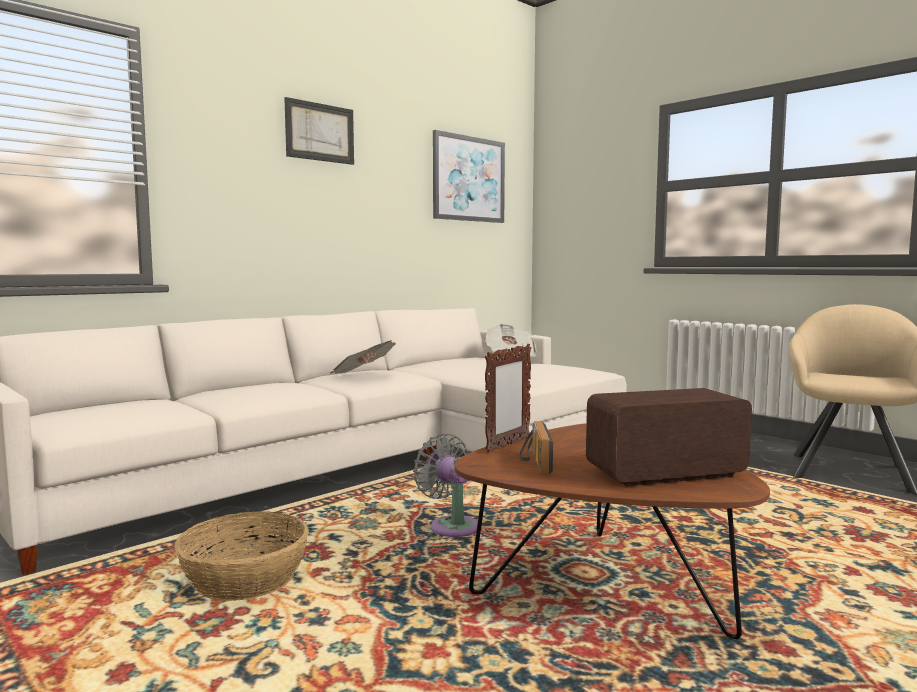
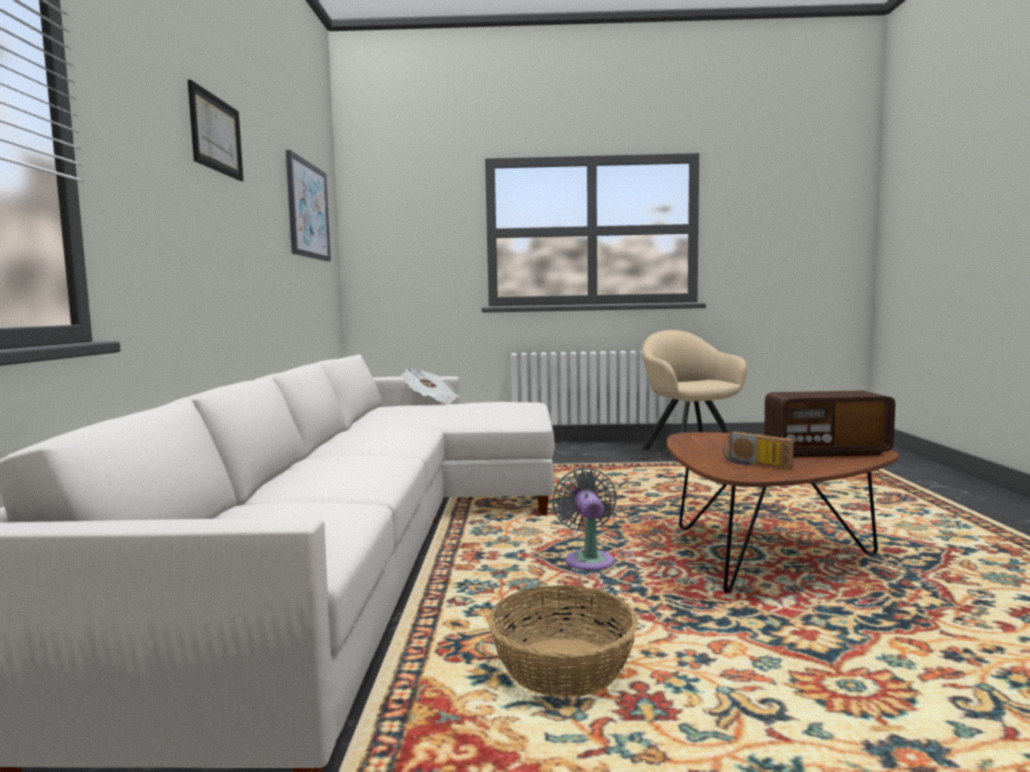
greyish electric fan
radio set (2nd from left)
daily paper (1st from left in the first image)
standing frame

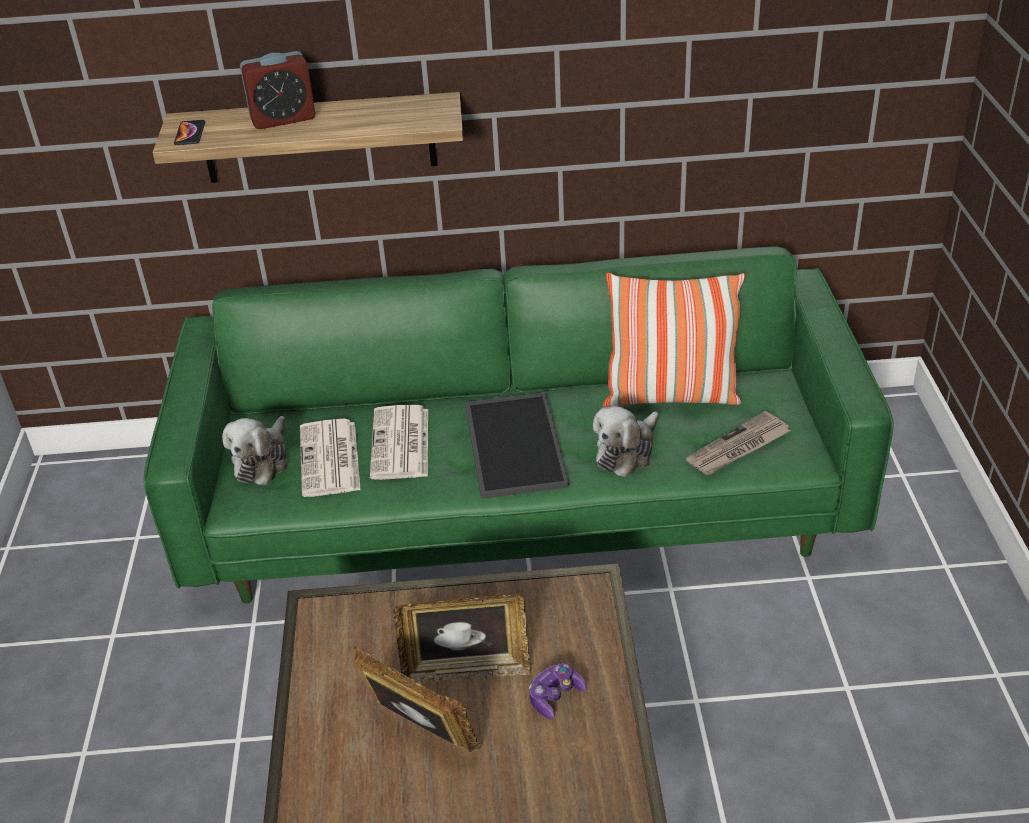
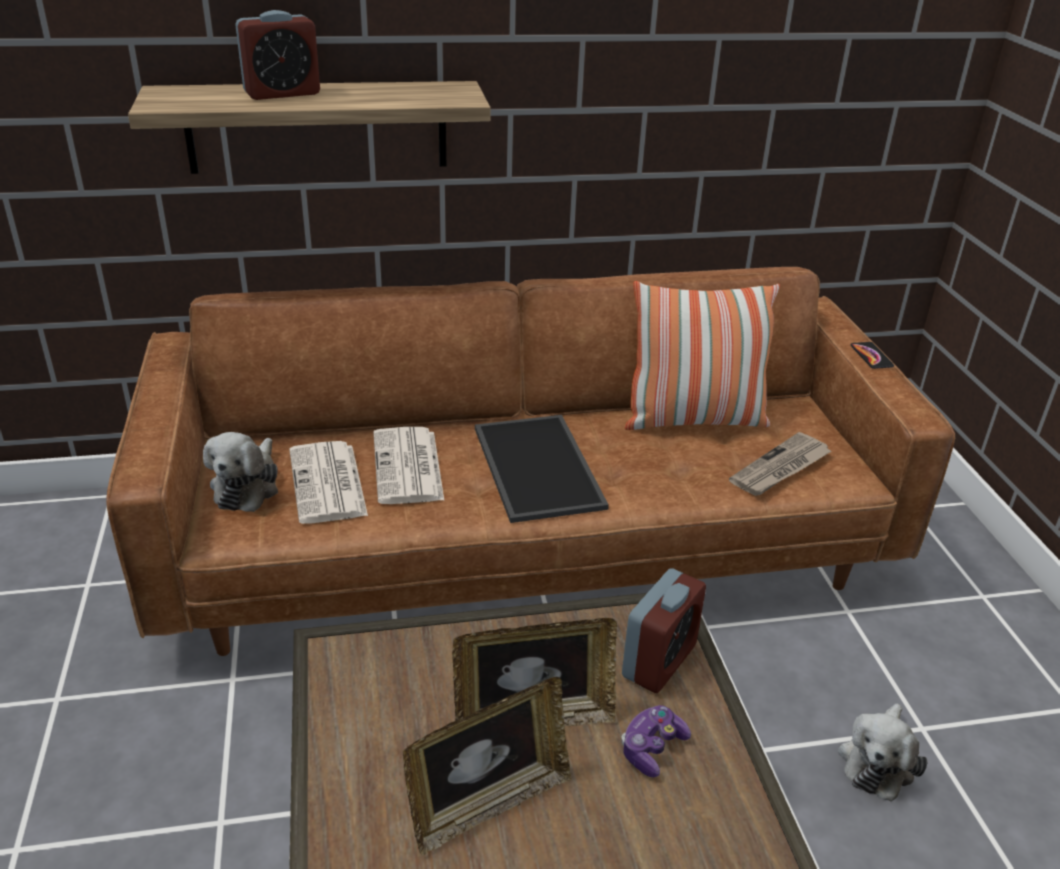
brownish couch
standing frame (1st from left)
alarm clock (2nd from left)
plush toy (2nd from left)
telephone

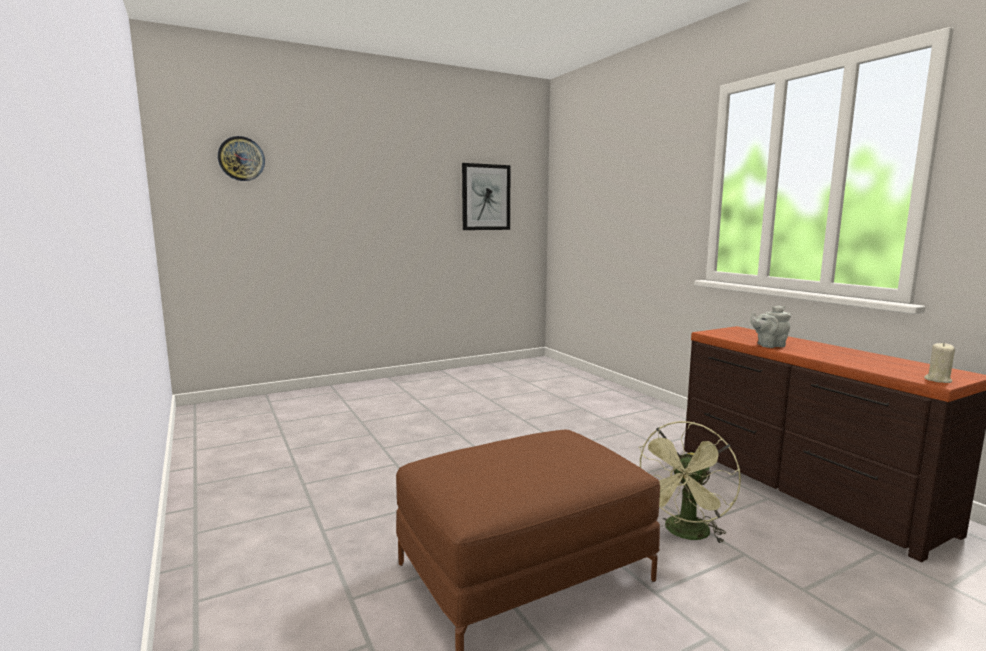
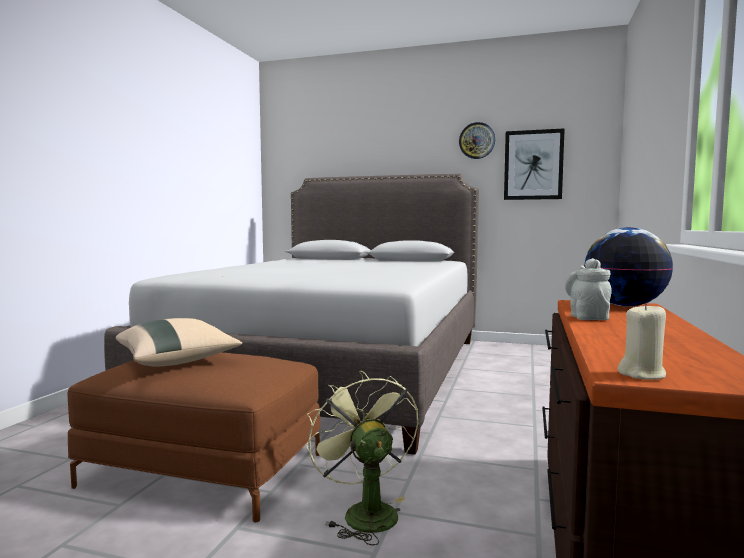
greyish sleeping bed
beige cushion
green electric fan
hanging clock
greyish tea pot
world globe

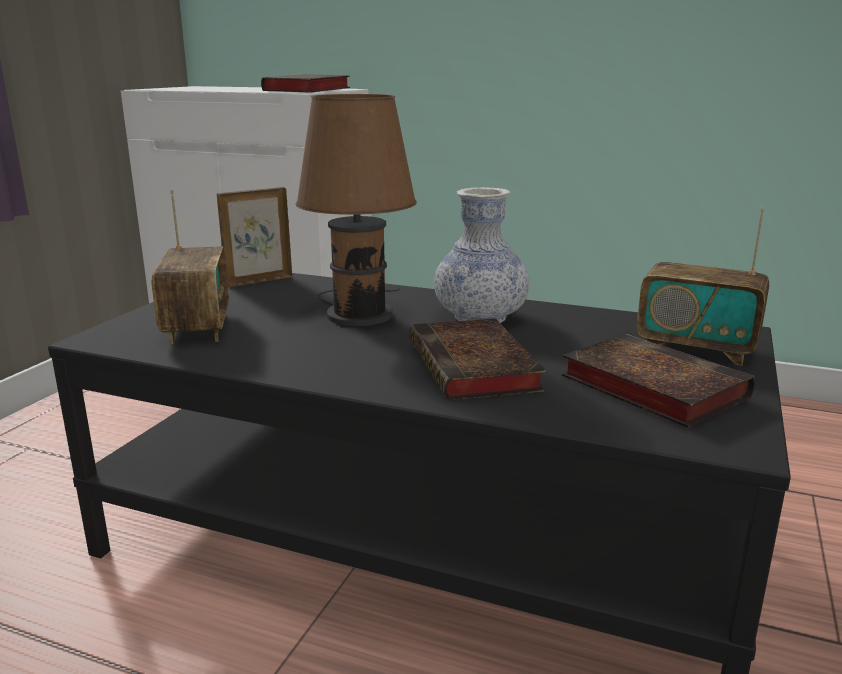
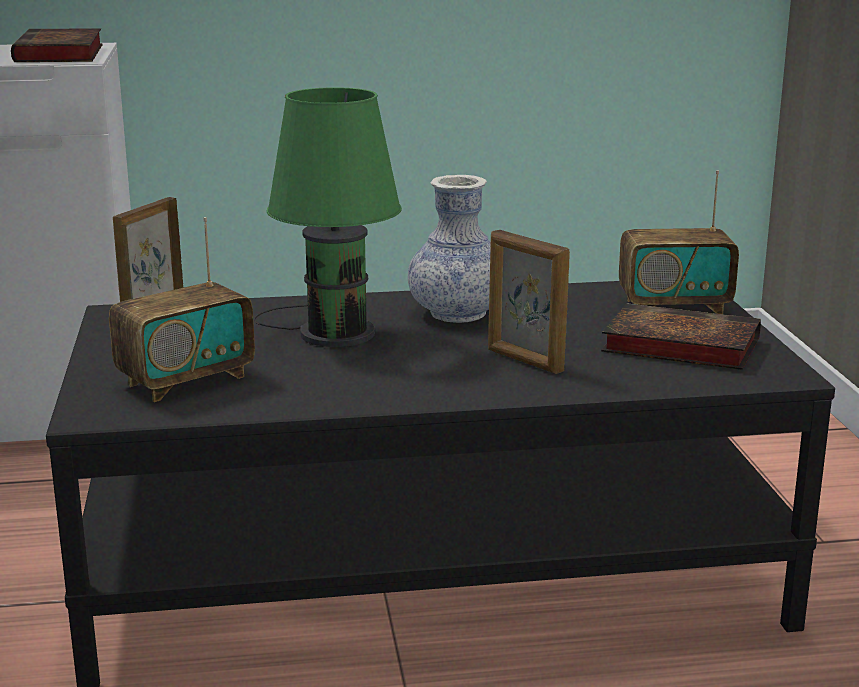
radio set (1st from left)
green tabletop lamp
standing frame (2nd from left)

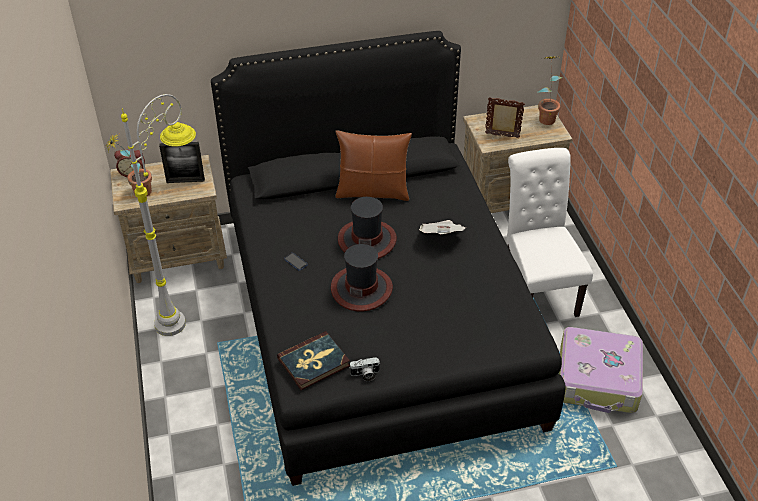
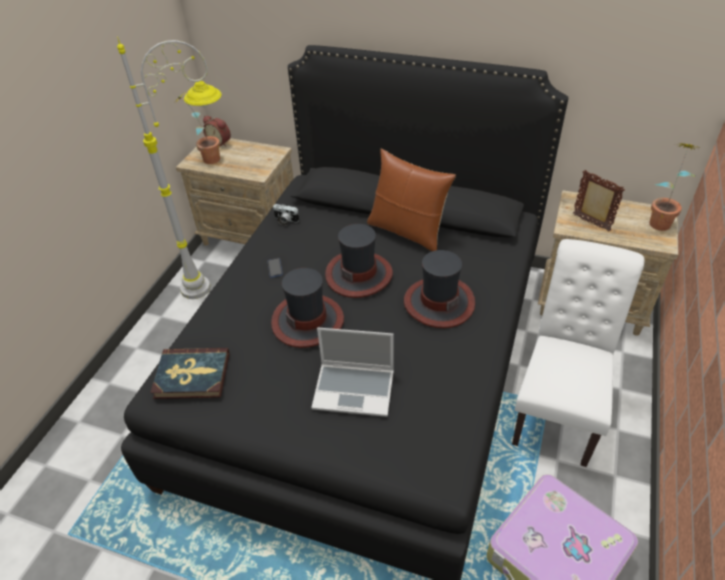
photo camera
notebook computer
wearable hat (3rd from left)
standing frame (1st from left in the first image)

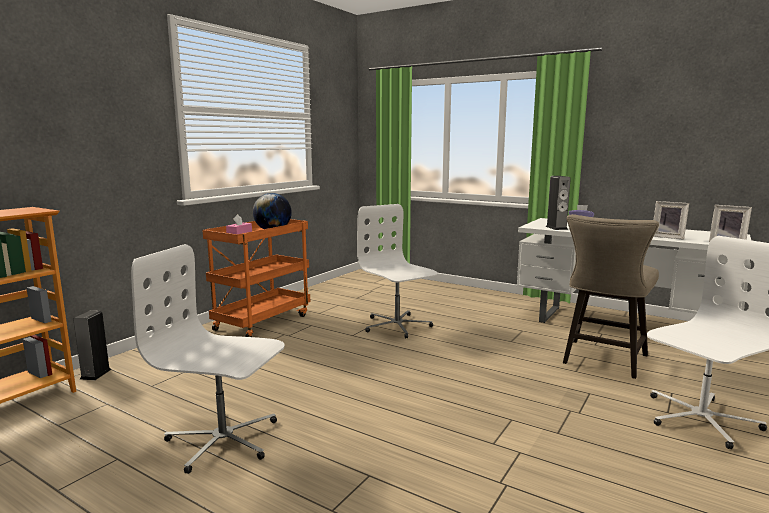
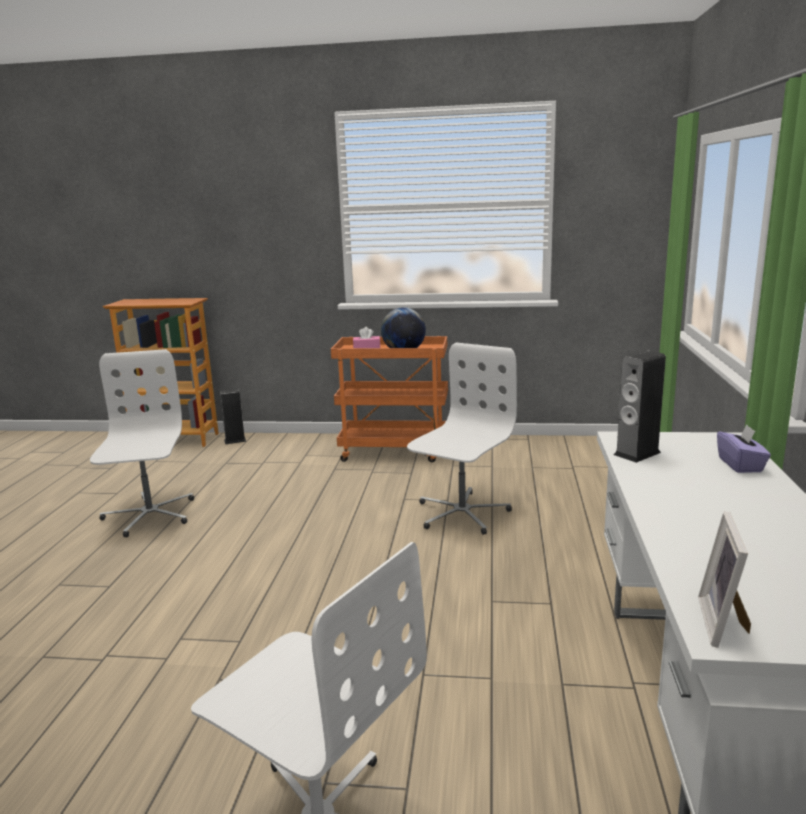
beige sitting stool
standing frame (1st from left in the first image)

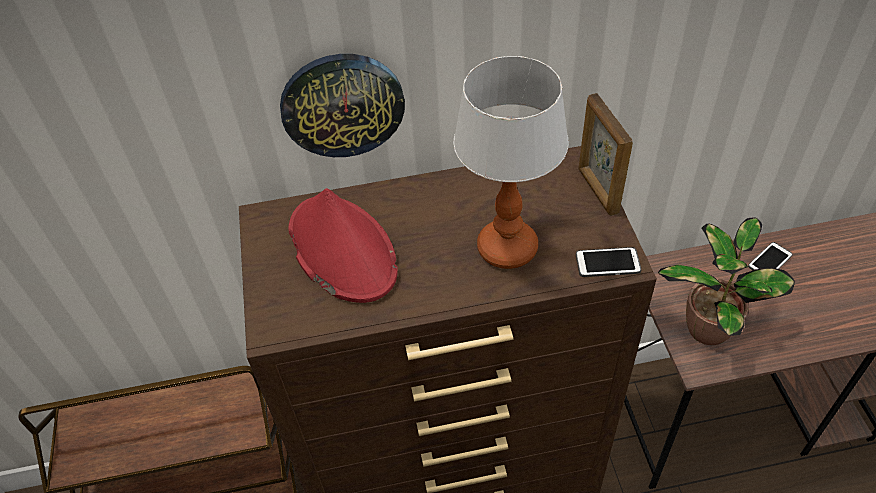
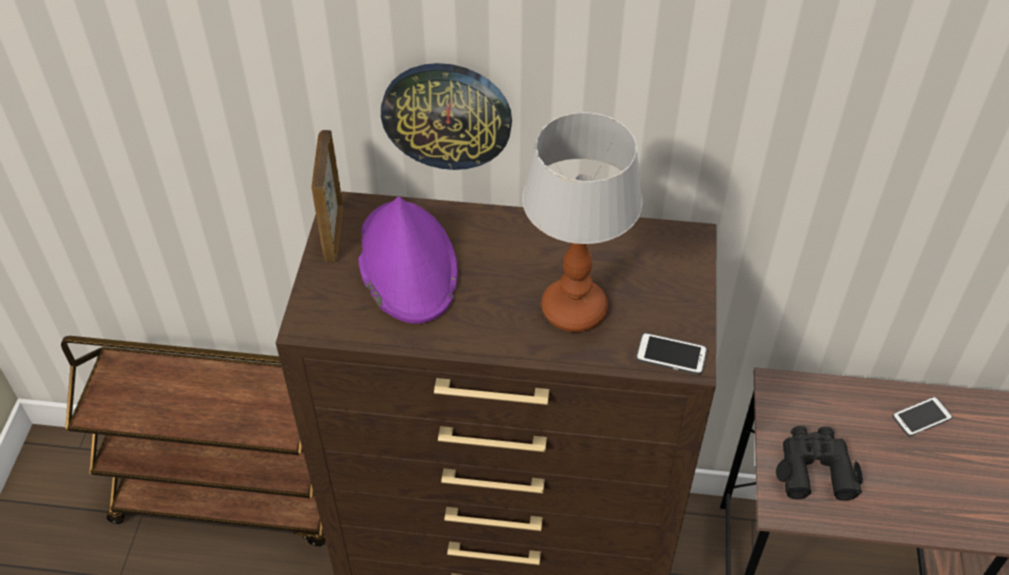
standing frame
purple-coloured wearable hat
blackish binoculars

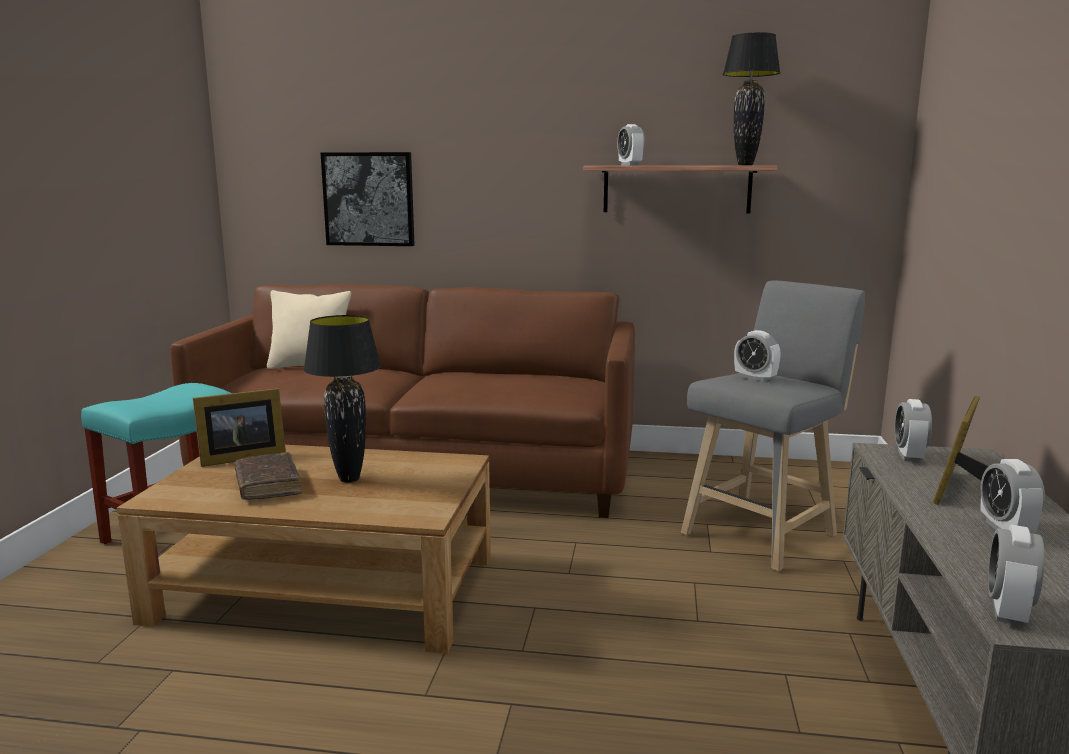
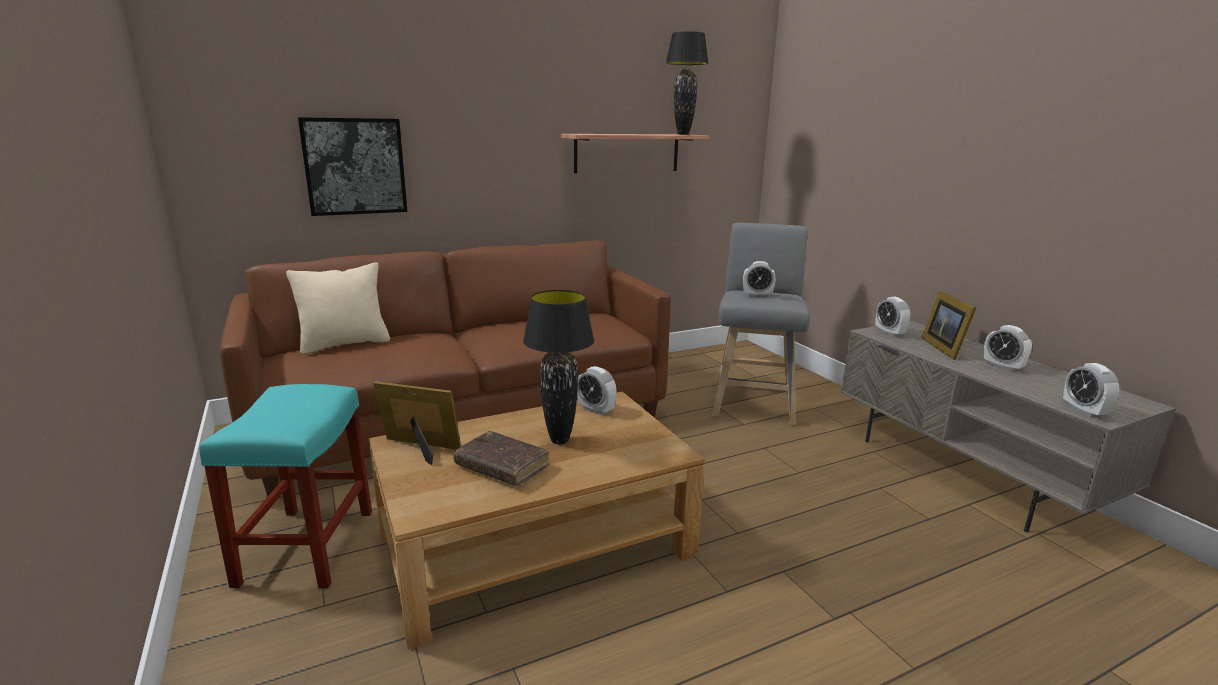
standing frame (1st from left)
alarm clock (1st from left)

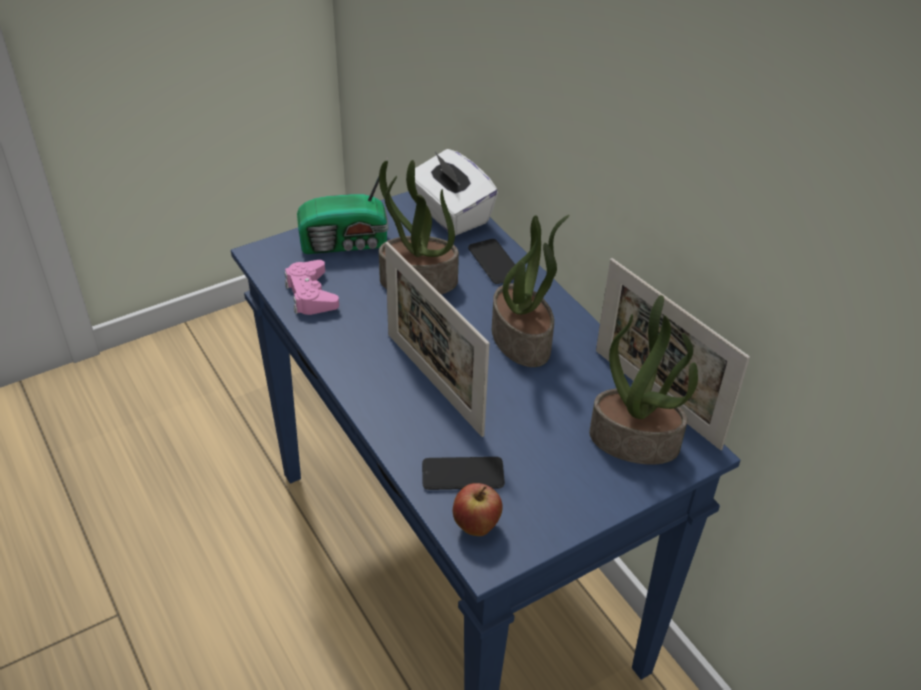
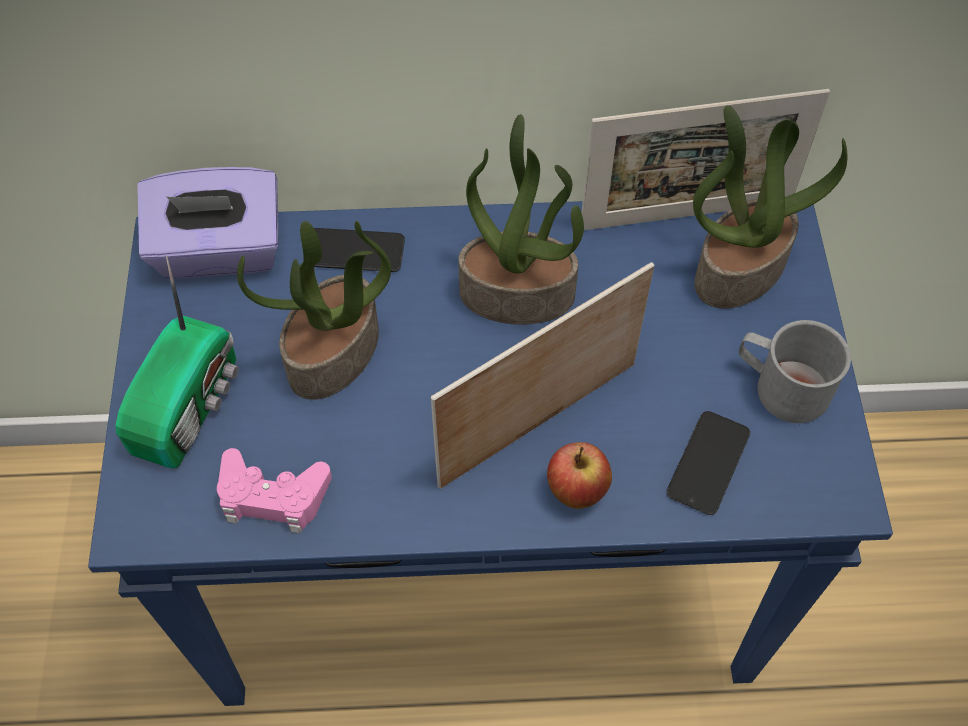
purple-coloured tissue holder
standing frame (1st from left)
whole apple
greyish mug

